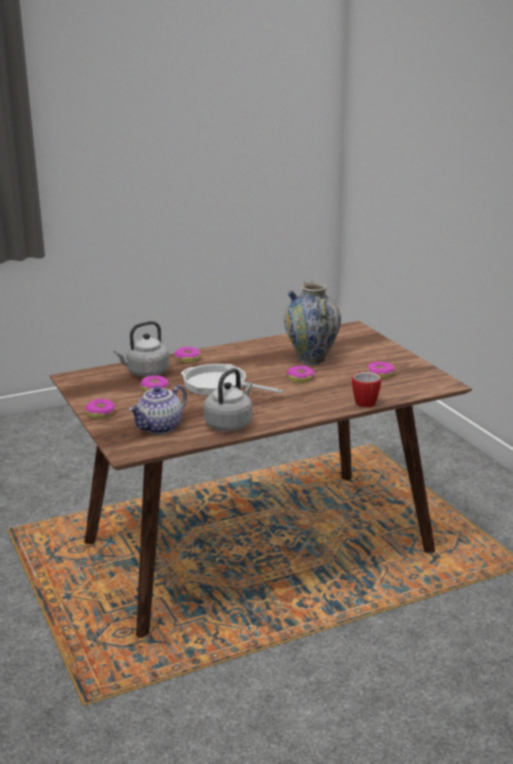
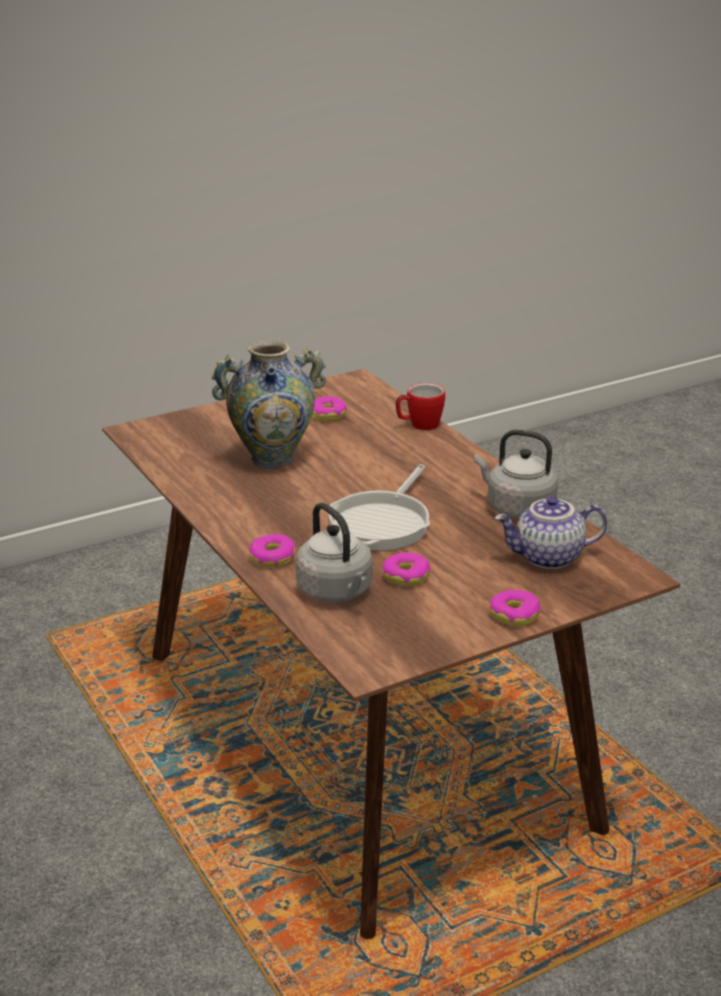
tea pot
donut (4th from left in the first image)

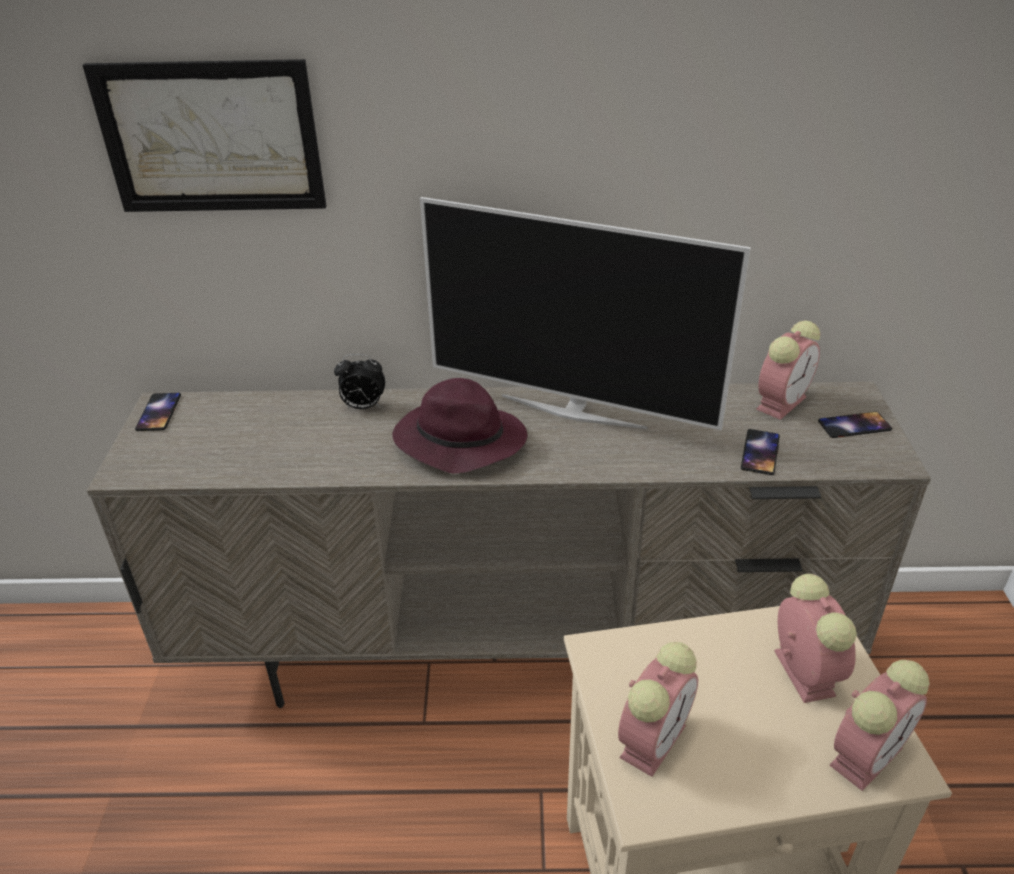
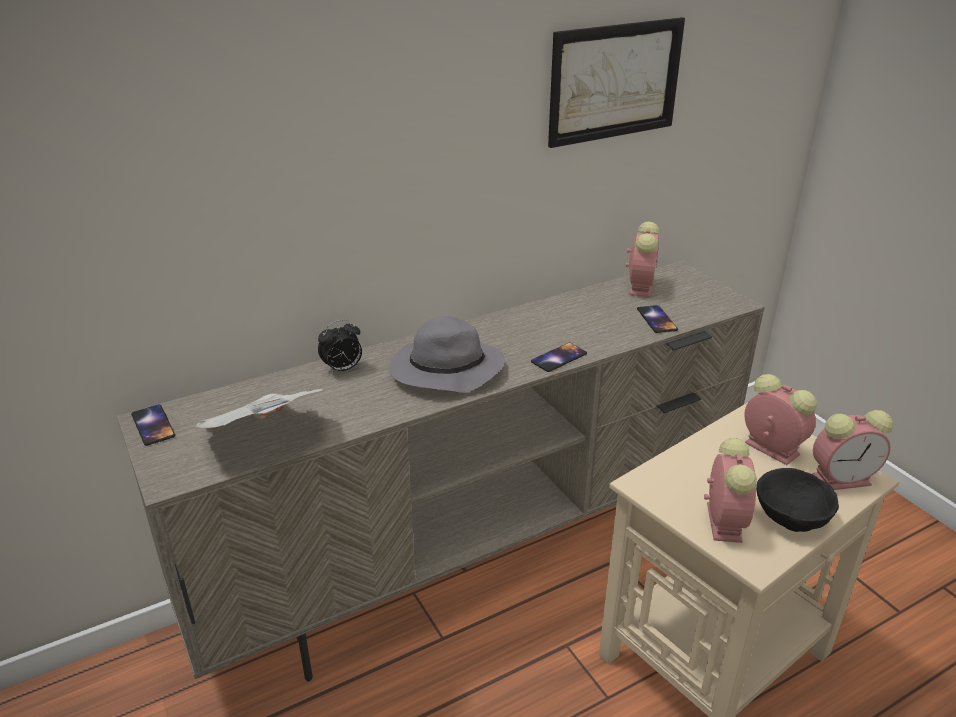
daily paper
greyish wearable hat
telephone (2nd from left)
wall picture
blackish serving bowl
alarm clock (5th from left)
television

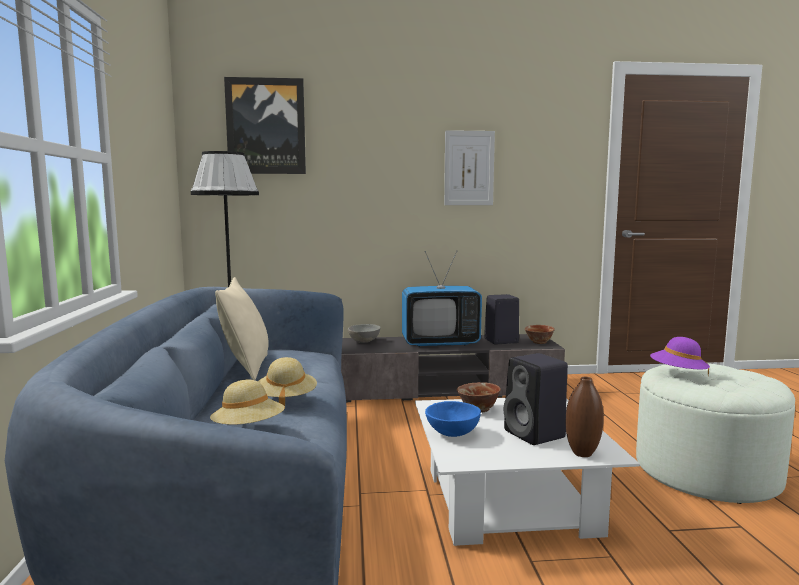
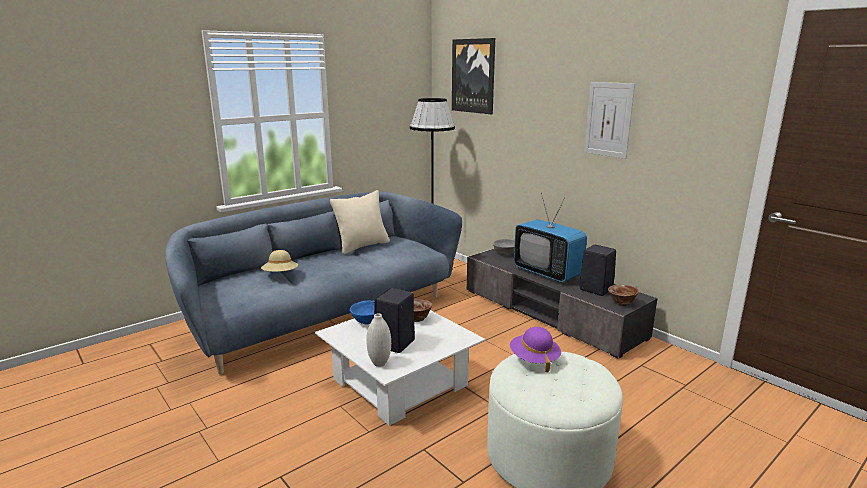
white-coloured vase
beige wearable hat (2nd from left in the first image)

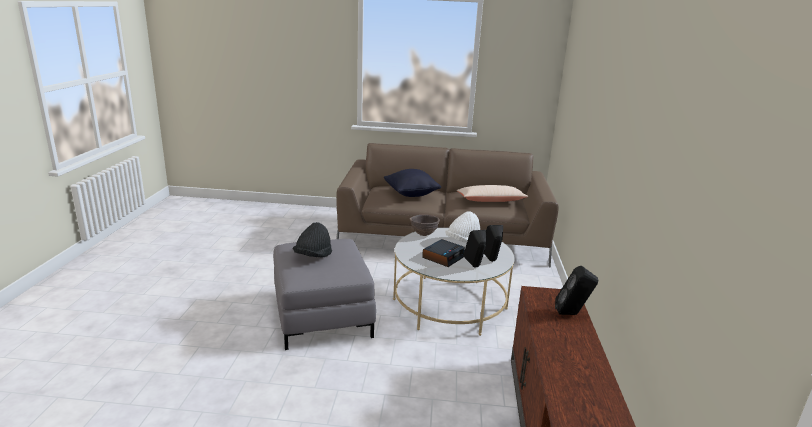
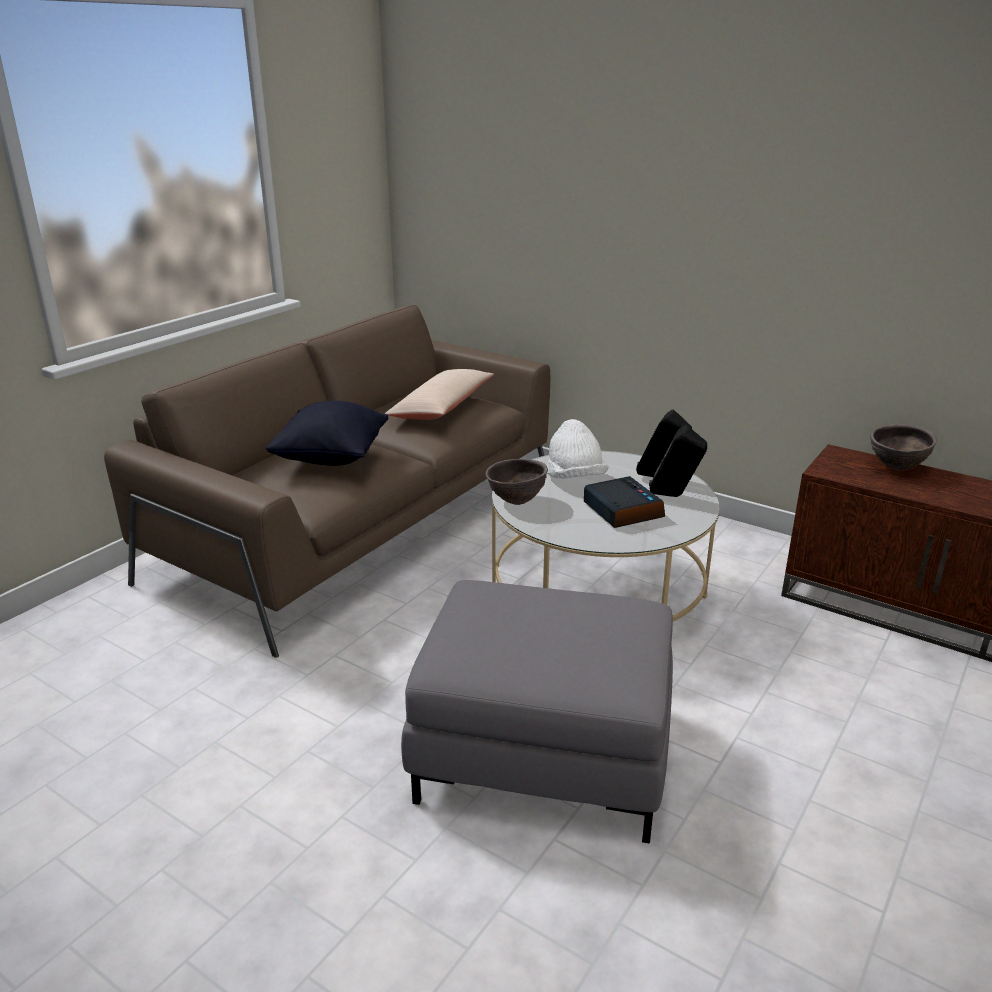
brownish serving bowl (2nd from left)
blackish wearable hat

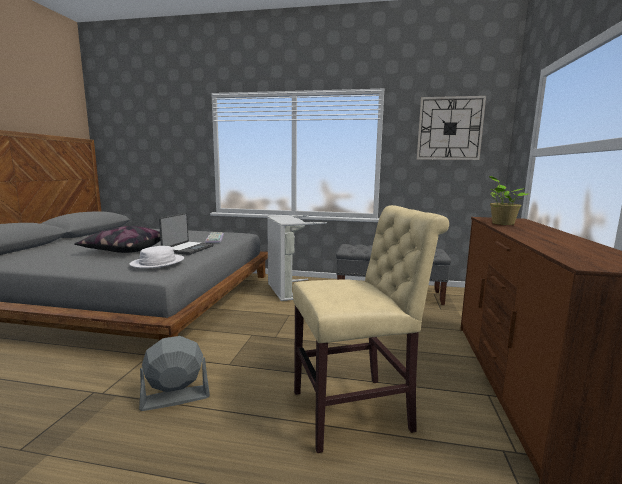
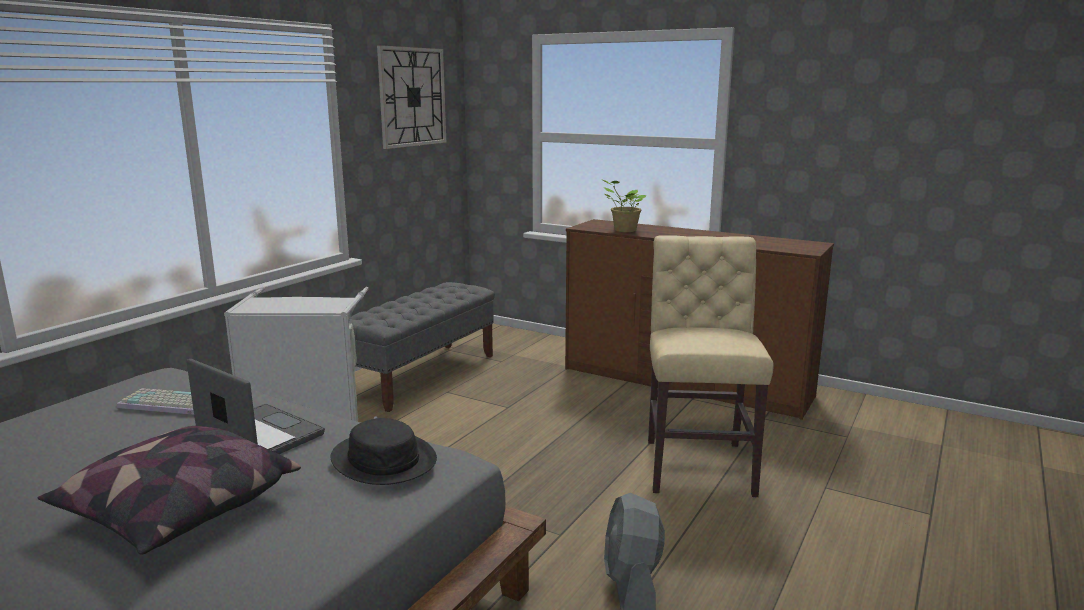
blackish wearable hat

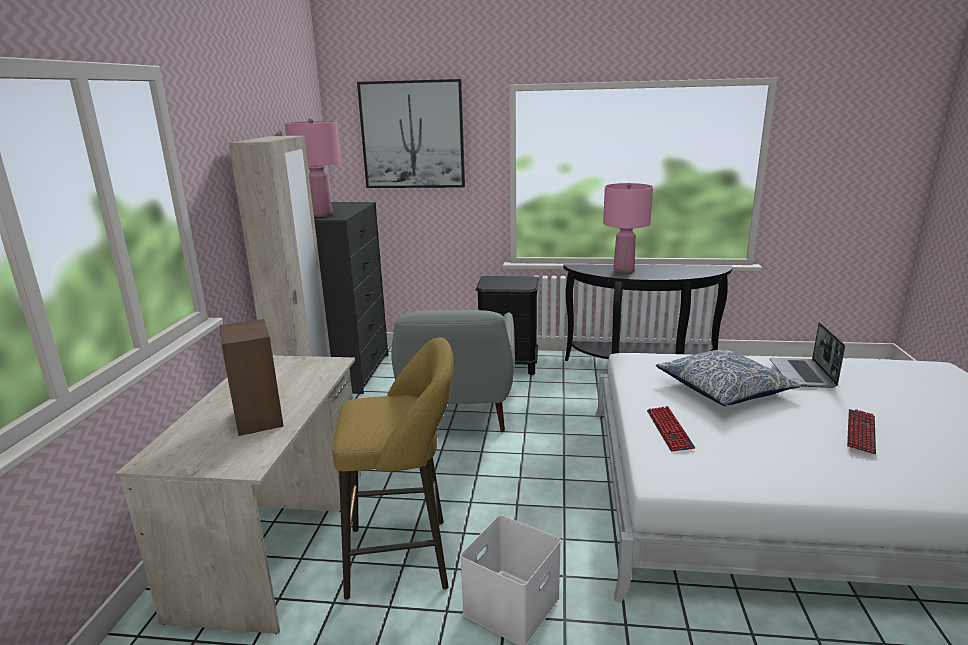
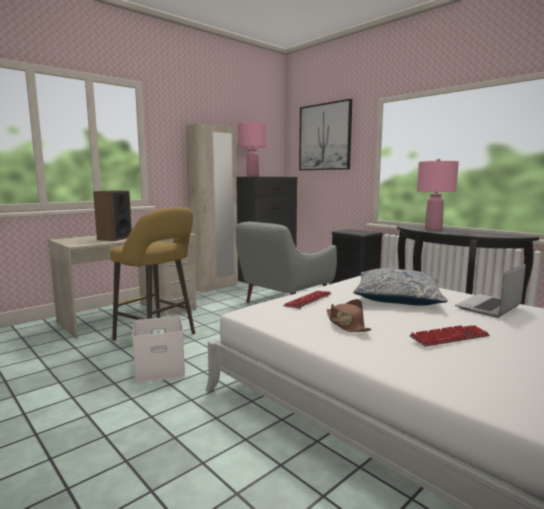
brownish wearable hat

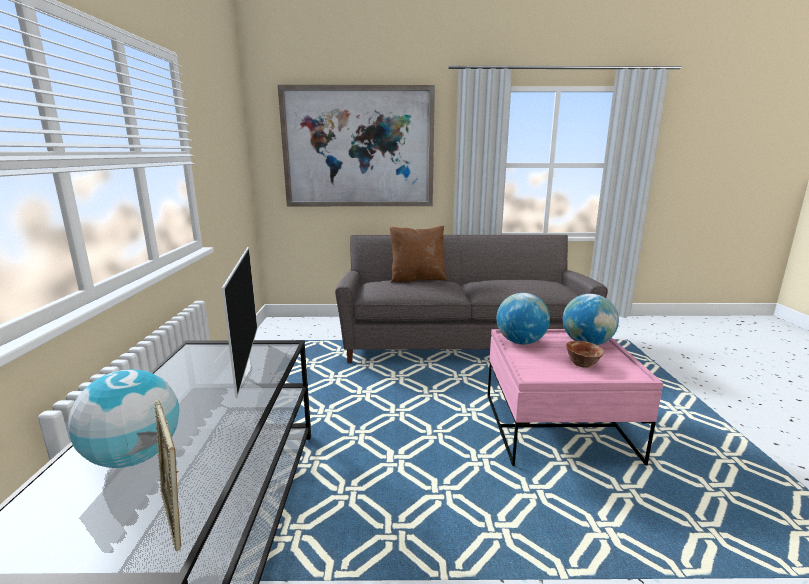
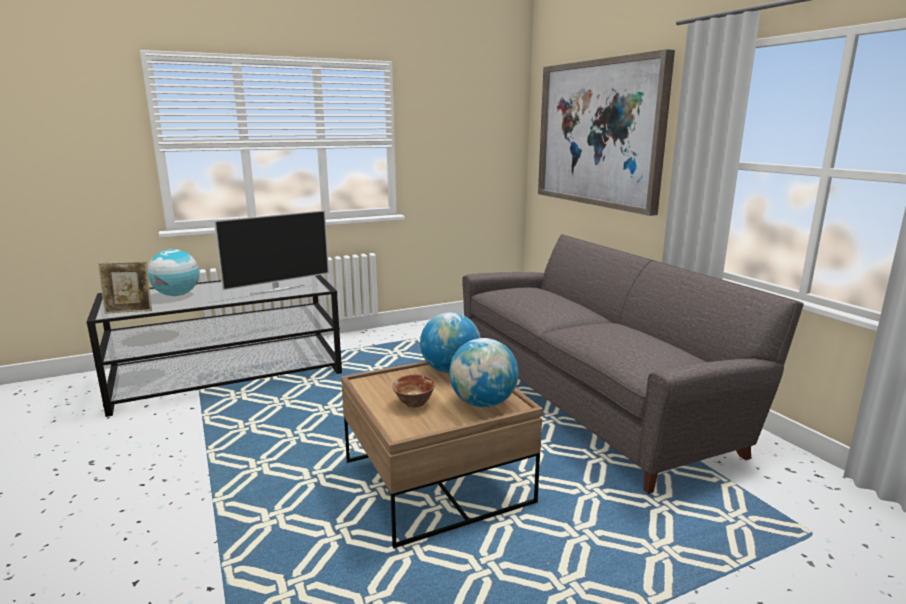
standing frame
brownish lounge table
brownish cushion

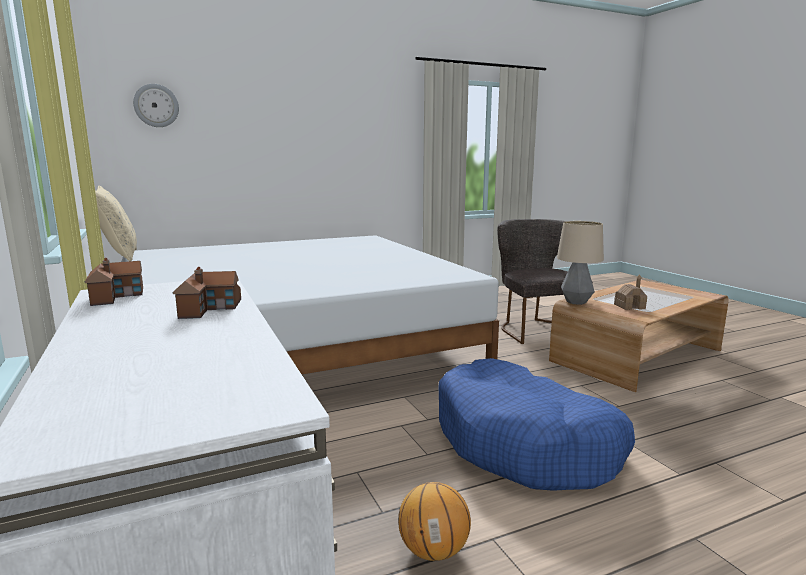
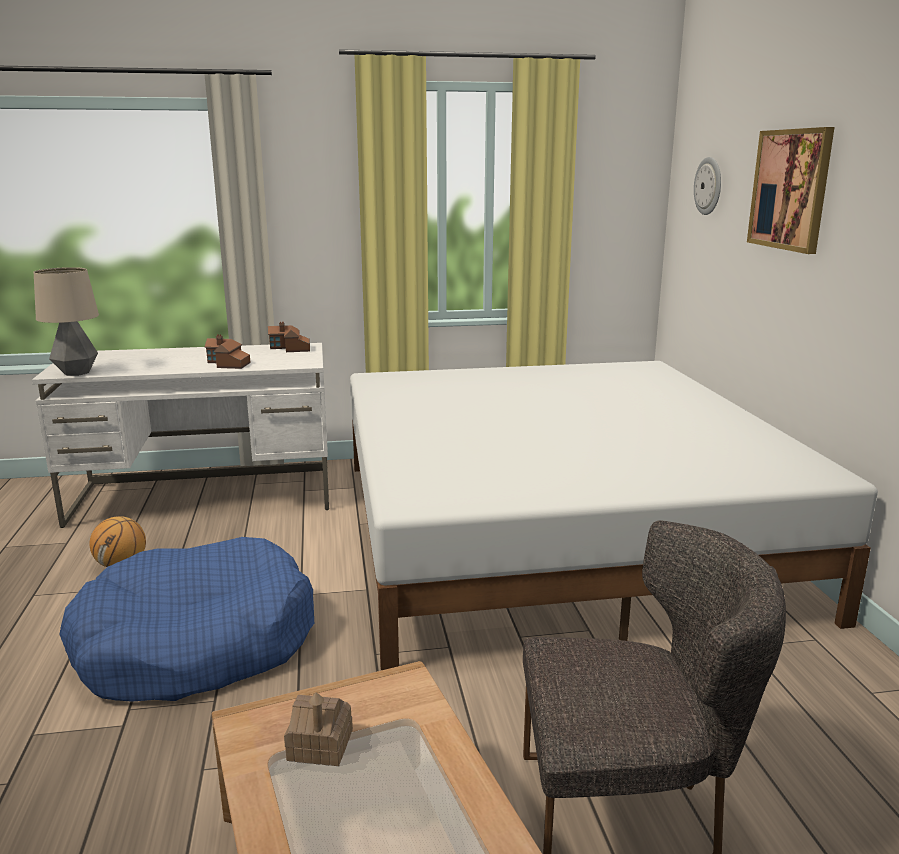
tabletop lamp
wall picture
beige cushion

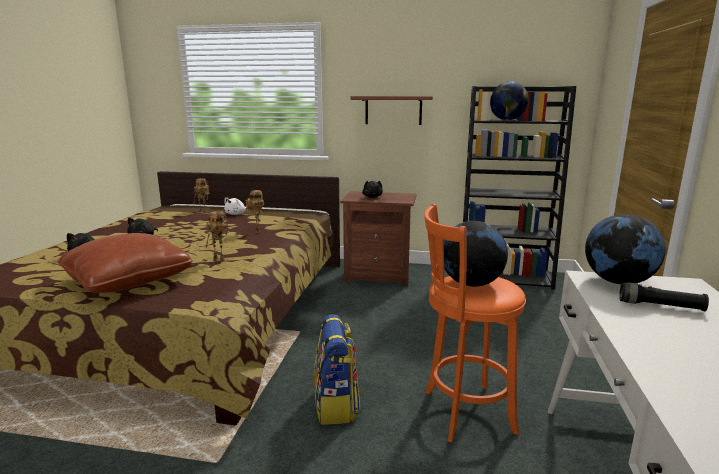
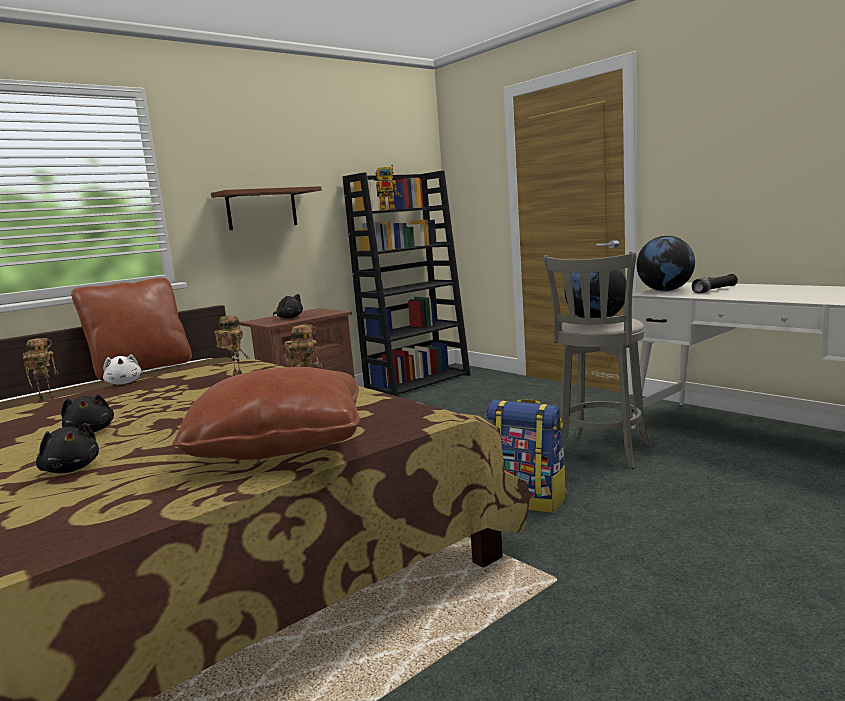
brownish cushion (1st from left)
toy robot (4th from left)
greyish sitting stool

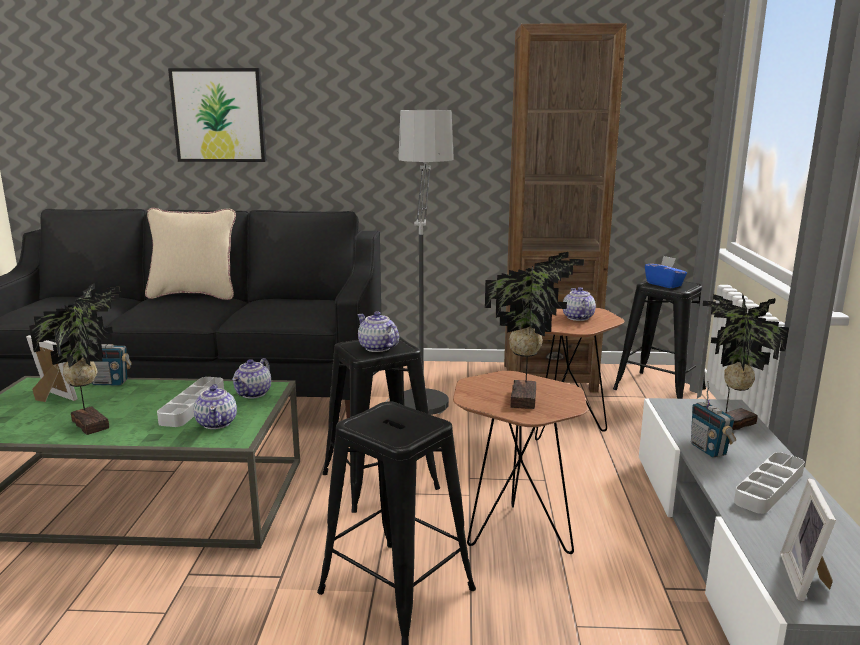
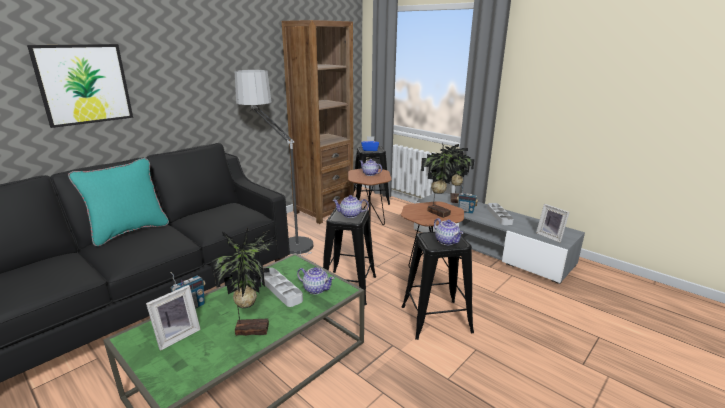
turquoise-coloured cushion
standing frame (1st from left)
tea pot (4th from left)

